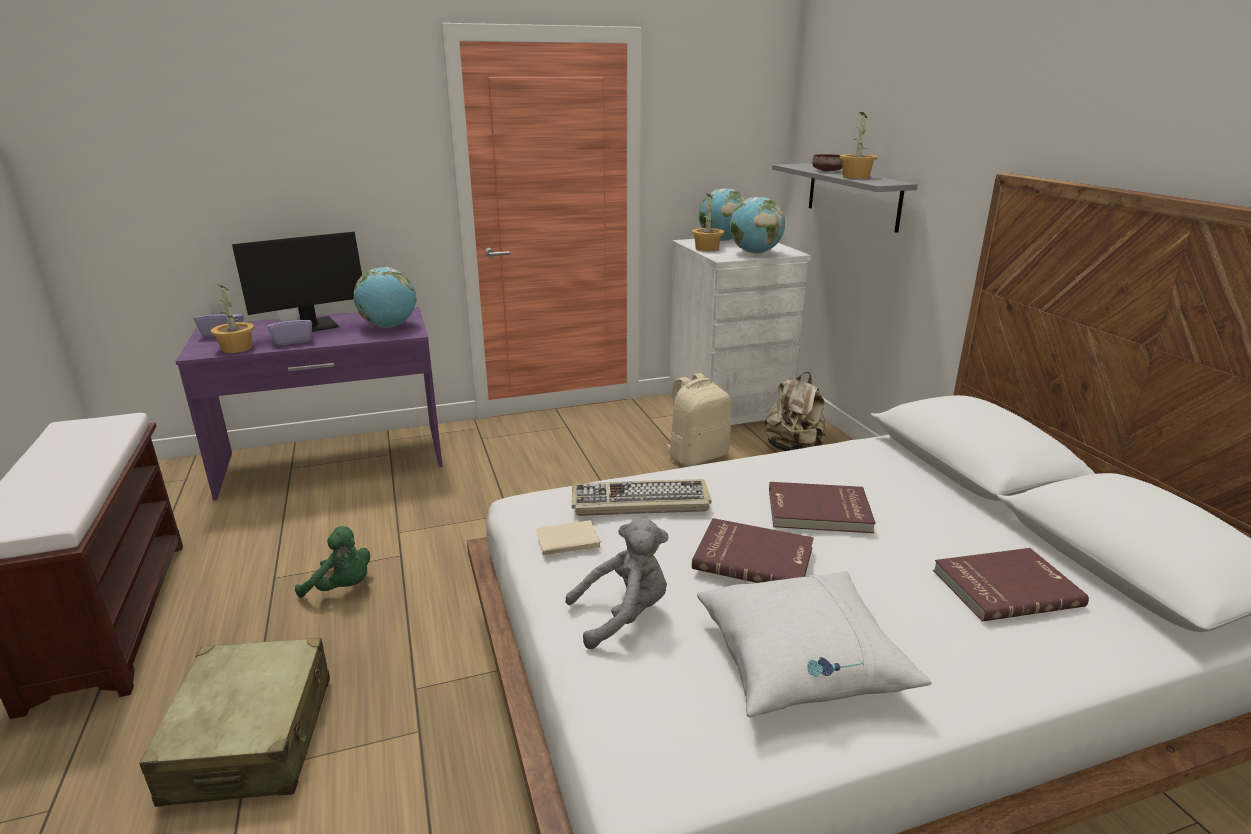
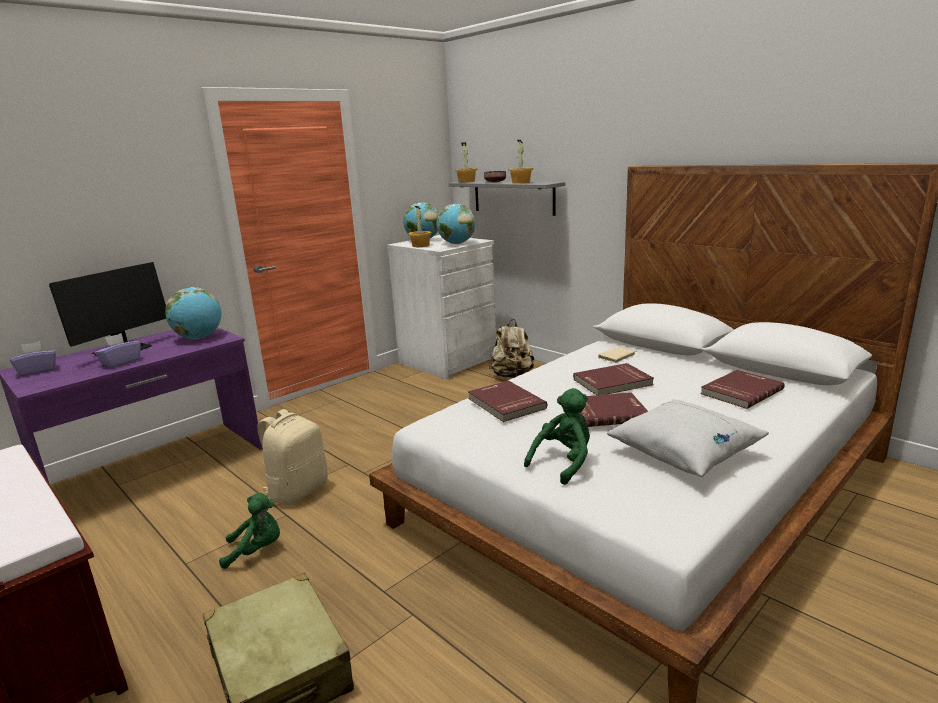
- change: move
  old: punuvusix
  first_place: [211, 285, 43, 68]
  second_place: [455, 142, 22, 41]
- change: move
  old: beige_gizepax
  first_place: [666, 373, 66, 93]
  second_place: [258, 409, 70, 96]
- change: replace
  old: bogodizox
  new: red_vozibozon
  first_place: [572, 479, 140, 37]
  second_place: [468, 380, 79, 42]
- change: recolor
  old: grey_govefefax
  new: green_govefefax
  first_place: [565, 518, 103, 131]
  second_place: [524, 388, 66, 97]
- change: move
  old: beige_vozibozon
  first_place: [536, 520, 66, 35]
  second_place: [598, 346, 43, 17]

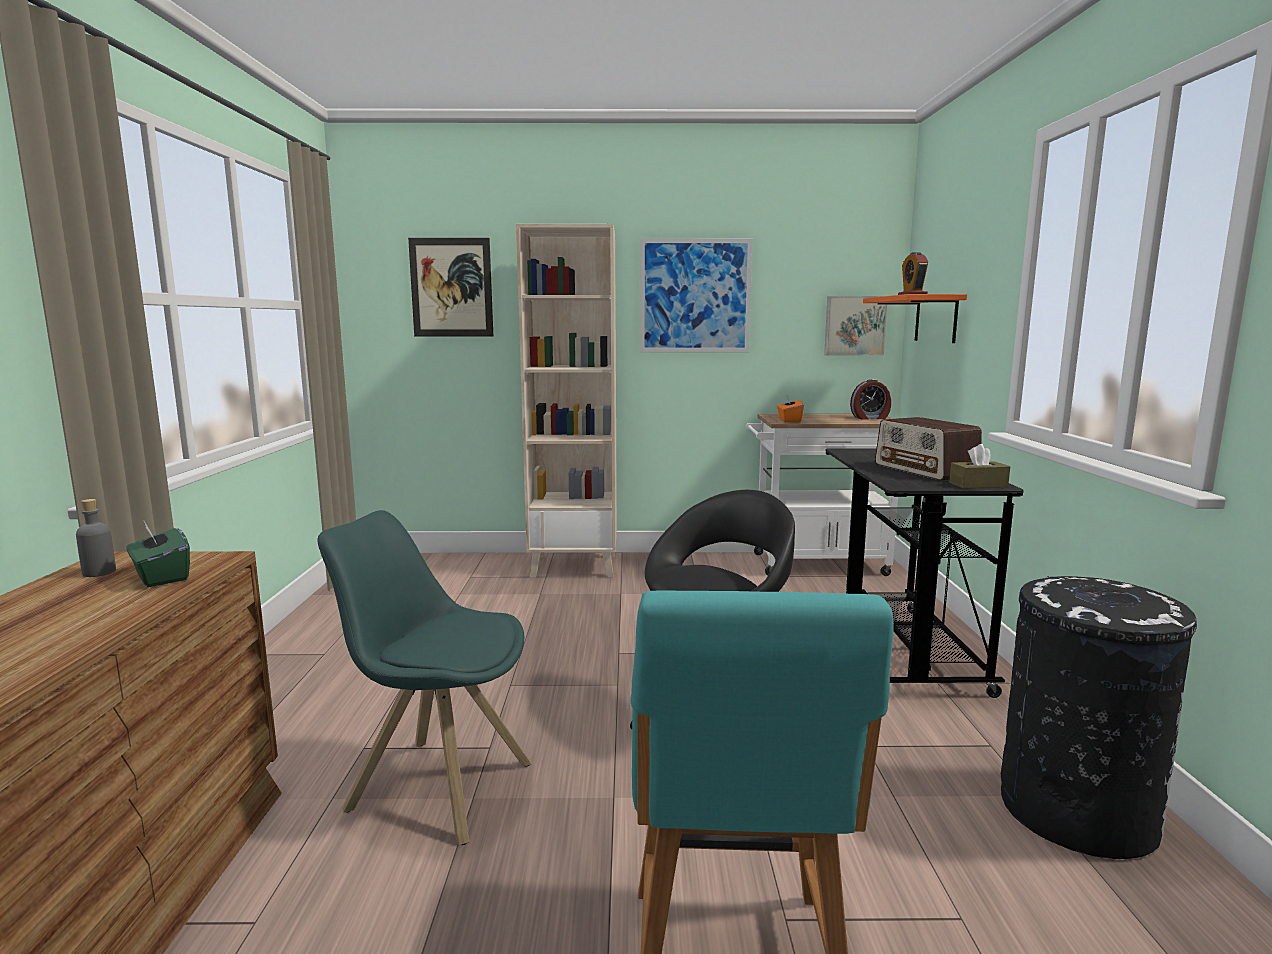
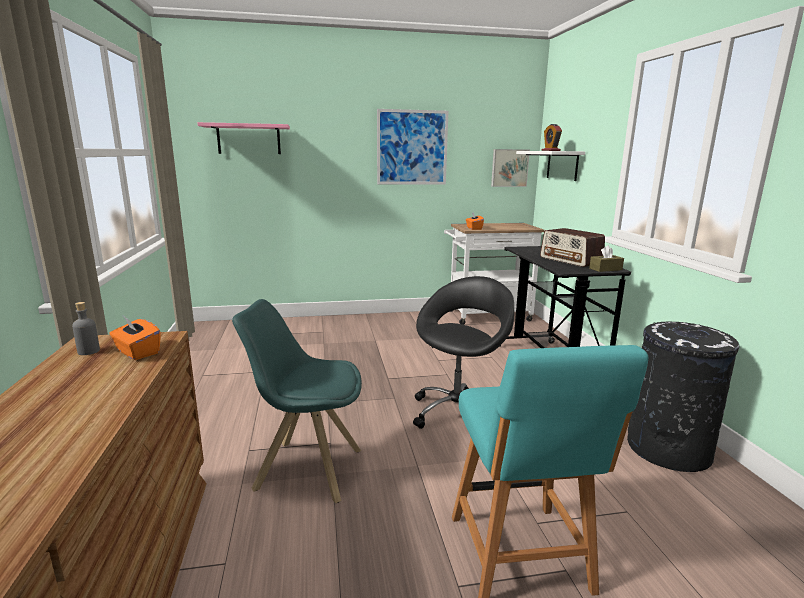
- change: delete
  old: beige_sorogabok
  first_place: [516, 224, 101, 354]
- change: replace
  old: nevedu
  new: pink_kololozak
  first_place: [408, 238, 85, 98]
  second_place: [197, 122, 93, 32]
- change: recolor
  old: orange_kololozak
  new: white_kololozak
  first_place: [863, 294, 104, 49]
  second_place: [516, 151, 69, 30]
- change: delete
  old: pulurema
  first_place: [850, 379, 41, 41]
- change: recolor
  old: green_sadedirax
  new: orange_sadedirax
  first_place: [126, 521, 64, 66]
  second_place: [110, 317, 51, 43]

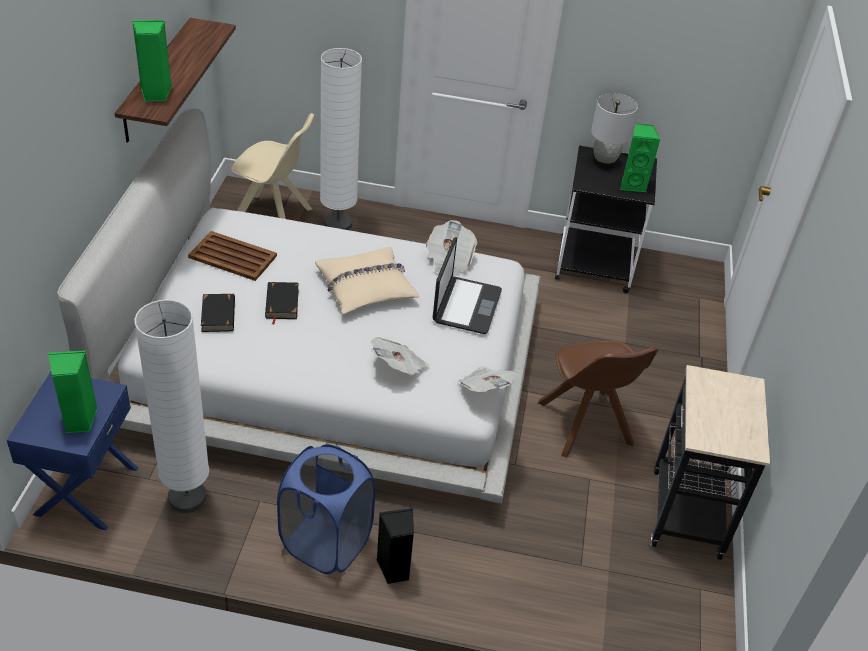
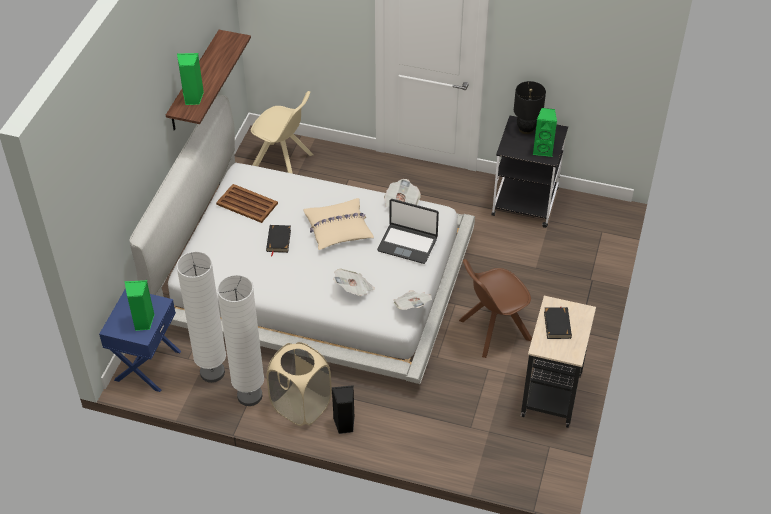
- change: move
  old: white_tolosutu
  first_place: [320, 48, 42, 182]
  second_place: [217, 275, 47, 131]
- change: recolor
  old: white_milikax
  new: black_milikax
  first_place: [591, 93, 47, 74]
  second_place: [514, 81, 32, 53]
- change: rotate
  old: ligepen
  first_place: [433, 237, 69, 97]
  second_place: [377, 199, 62, 65]
  degrees: 90
- change: move
  old: black_vozibozon
  first_place: [201, 294, 34, 38]
  second_place: [544, 307, 28, 32]
- change: rotate
  old: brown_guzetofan
  first_place: [538, 340, 120, 118]
  second_place: [459, 259, 73, 99]
  degrees: 75
- change: recolor
  old: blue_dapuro
  new: beige_dapuro
  first_place: [277, 444, 98, 130]
  second_place: [267, 342, 65, 84]

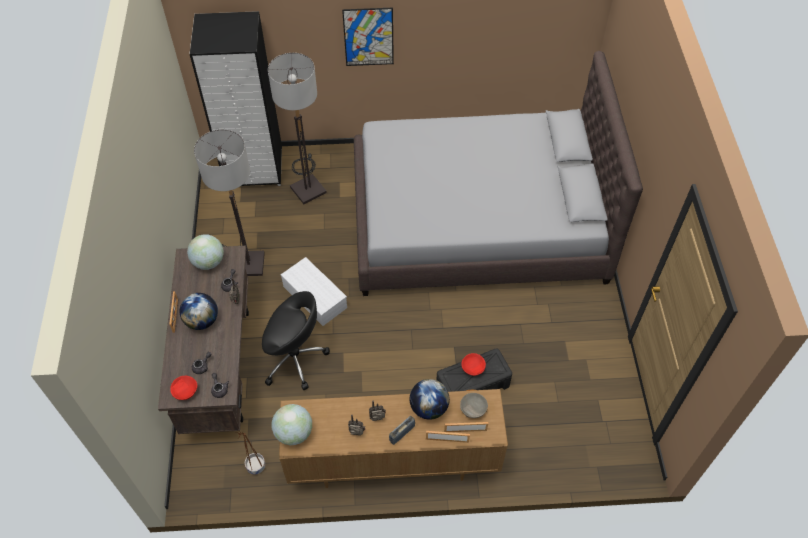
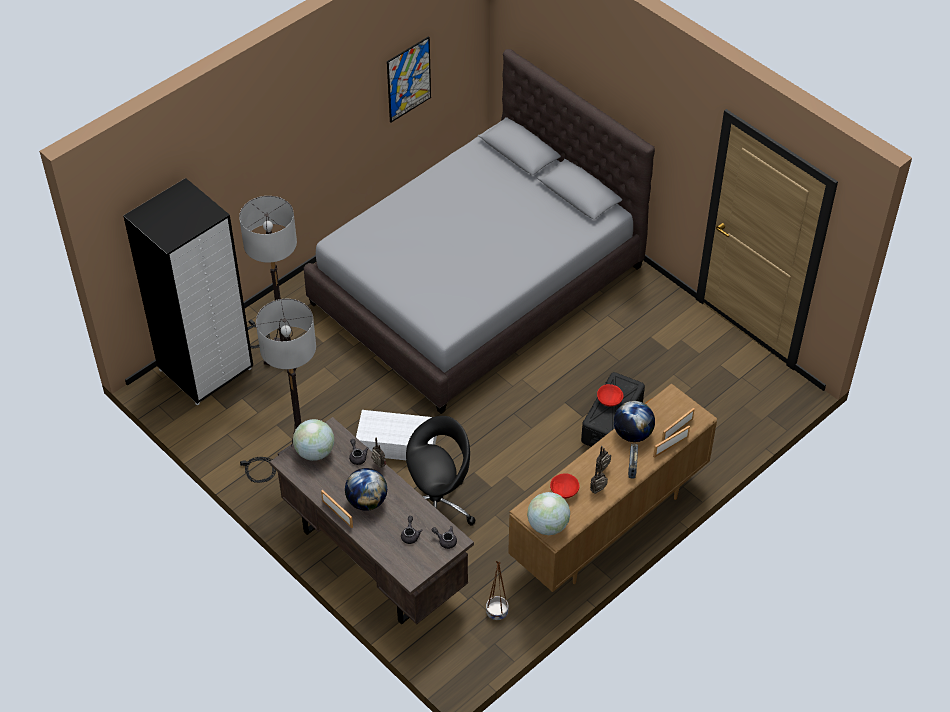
- change: move
  old: nevedu
  first_place: [342, 8, 52, 58]
  second_place: [387, 36, 44, 87]
- change: move
  old: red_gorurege
  first_place: [170, 376, 27, 24]
  second_place: [550, 474, 30, 25]
- change: delete
  old: grey_gorurege
  first_place: [460, 393, 28, 25]

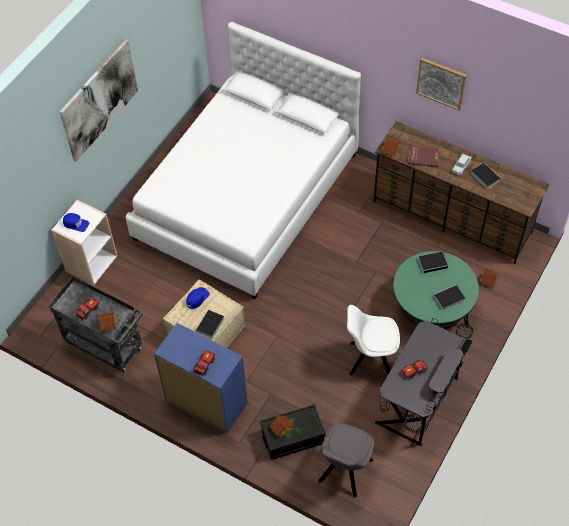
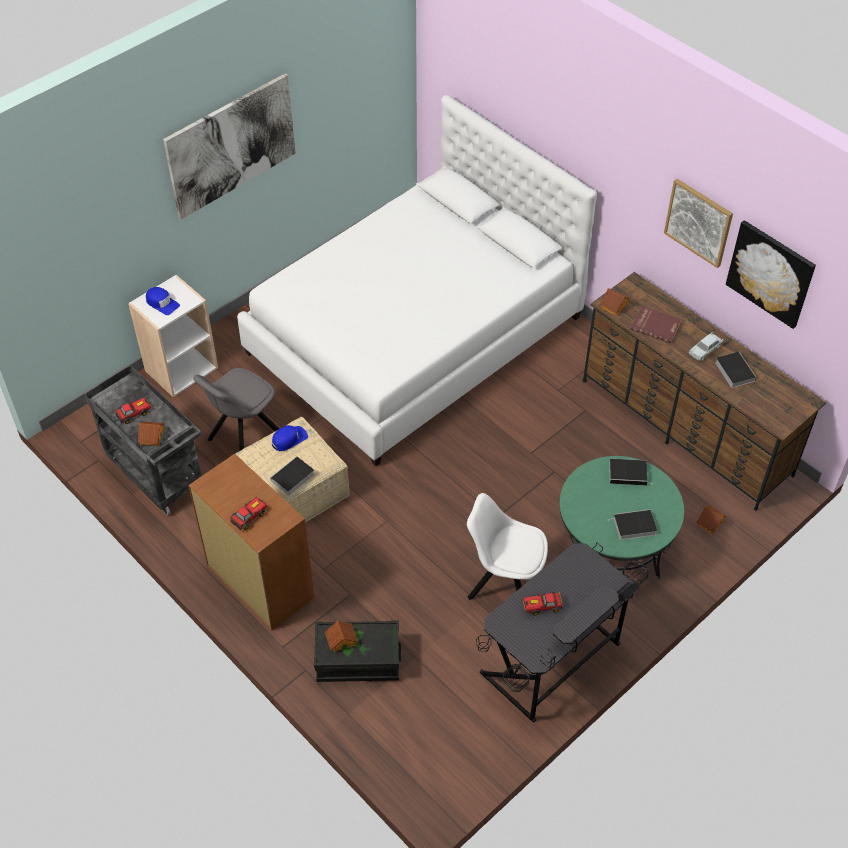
- change: recolor
  old: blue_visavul
  new: brown_visavul
  first_place: [154, 323, 94, 111]
  second_place: [188, 454, 126, 177]
- change: move
  old: grey_guzetofan
  first_place: [318, 424, 56, 73]
  second_place: [193, 368, 86, 83]
- change: insert
  new: nevedu
  second_place: [726, 220, 90, 109]

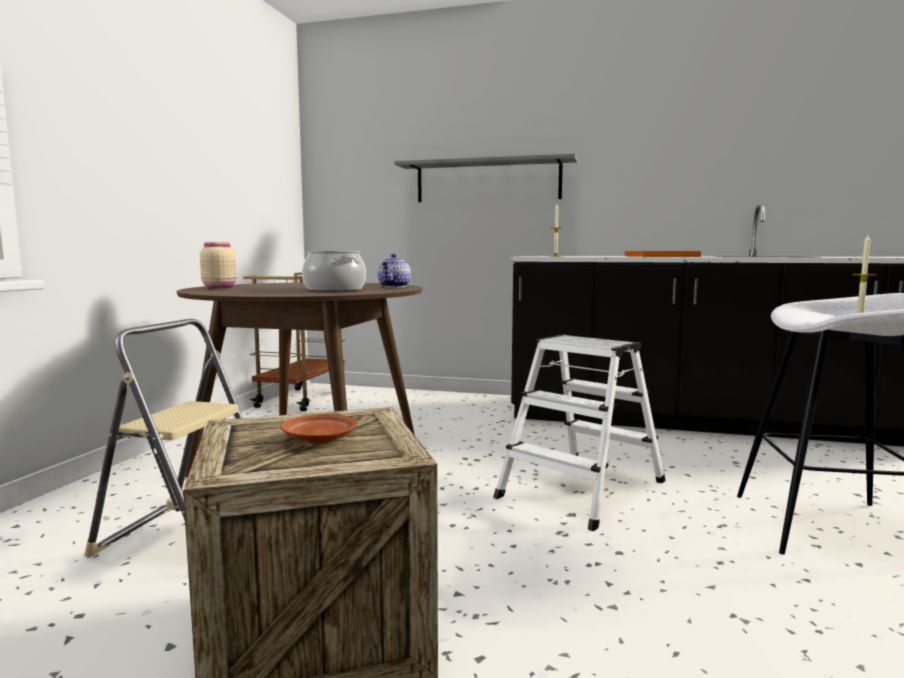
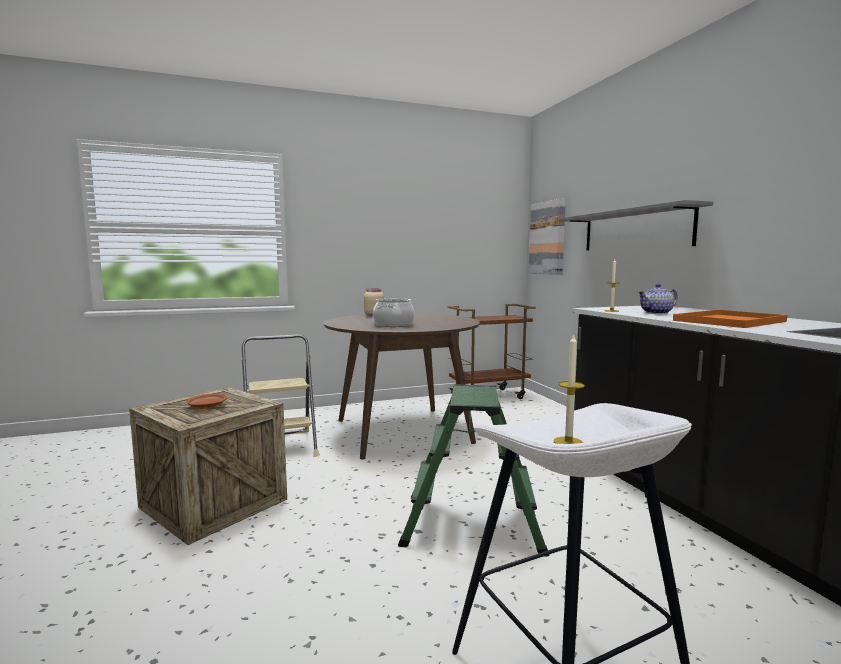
- change: move
  old: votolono
  first_place: [378, 254, 33, 34]
  second_place: [638, 284, 40, 30]
- change: recolor
  old: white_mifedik
  new: green_mifedik
  first_place: [493, 334, 173, 197]
  second_place: [398, 384, 151, 173]
- change: insert
  new: nevedu
  second_place: [529, 198, 37, 77]

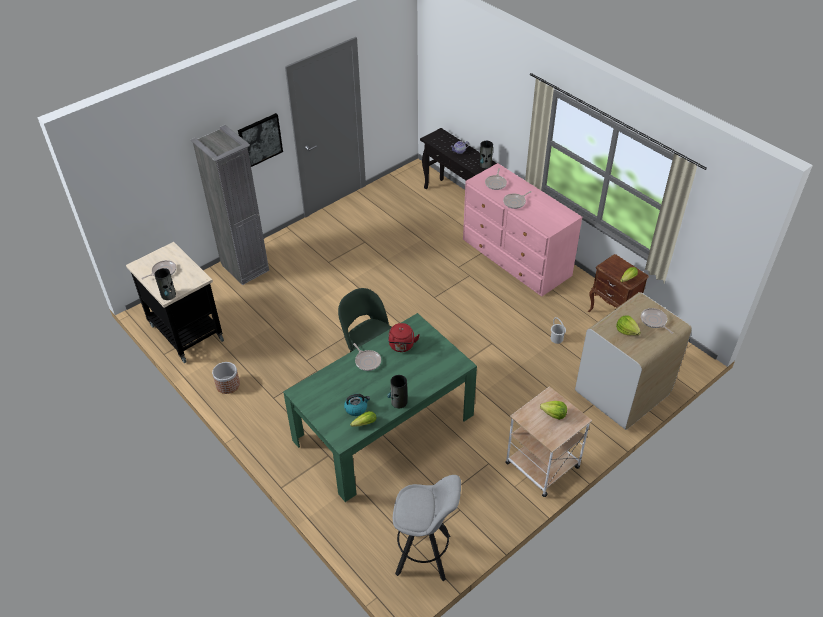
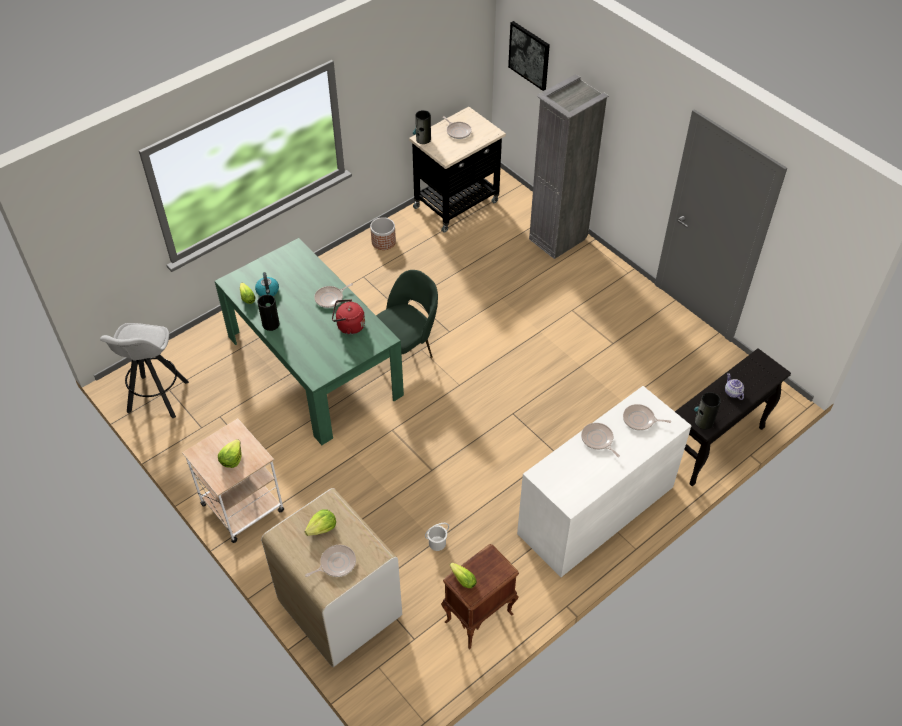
- change: move
  old: nevedu
  first_place: [238, 113, 45, 54]
  second_place: [508, 21, 42, 70]
- change: recolor
  old: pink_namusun
  new: white_namusun
  first_place: [463, 163, 119, 134]
  second_place: [517, 386, 175, 191]

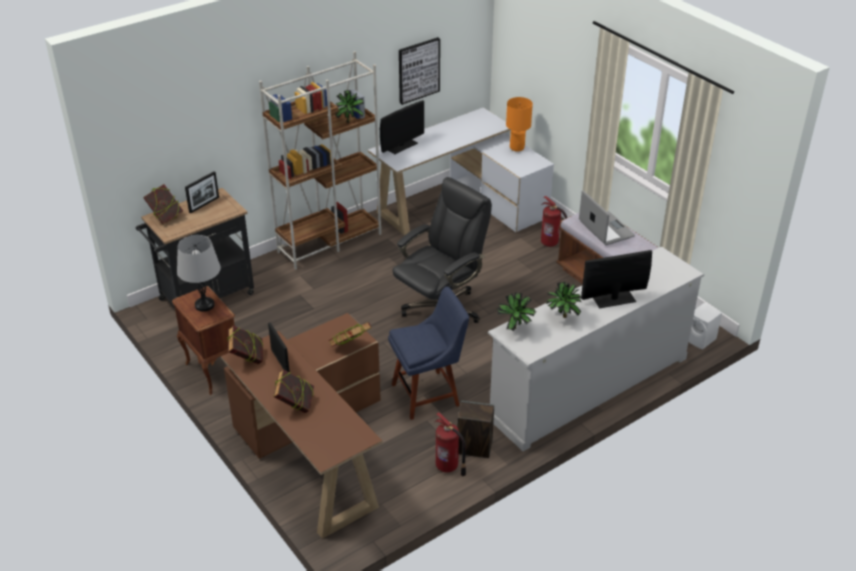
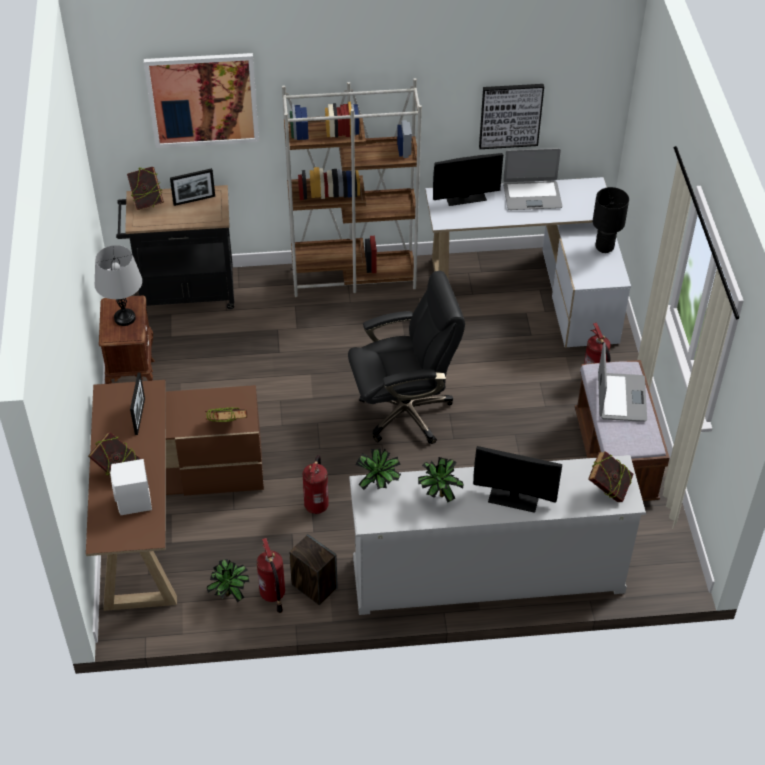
- change: move
  old: punuvusix
  first_place: [335, 90, 29, 33]
  second_place: [207, 559, 42, 44]
- change: recolor
  old: orange_milikax
  new: black_milikax
  first_place: [506, 97, 27, 55]
  second_place: [593, 187, 36, 66]
- change: replace
  old: blue_guzetofan
  new: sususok
  first_place: [388, 287, 81, 133]
  second_place: [303, 455, 26, 59]
- change: move
  old: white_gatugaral
  first_place: [689, 303, 33, 46]
  second_place: [110, 459, 42, 56]
- change: move
  old: vozibozon
  first_place: [227, 326, 36, 38]
  second_place: [588, 451, 46, 51]
- change: insert
  new: nevedu
  second_place: [144, 53, 115, 95]
- change: insert
  new: ligepen
  second_place: [503, 148, 59, 62]

